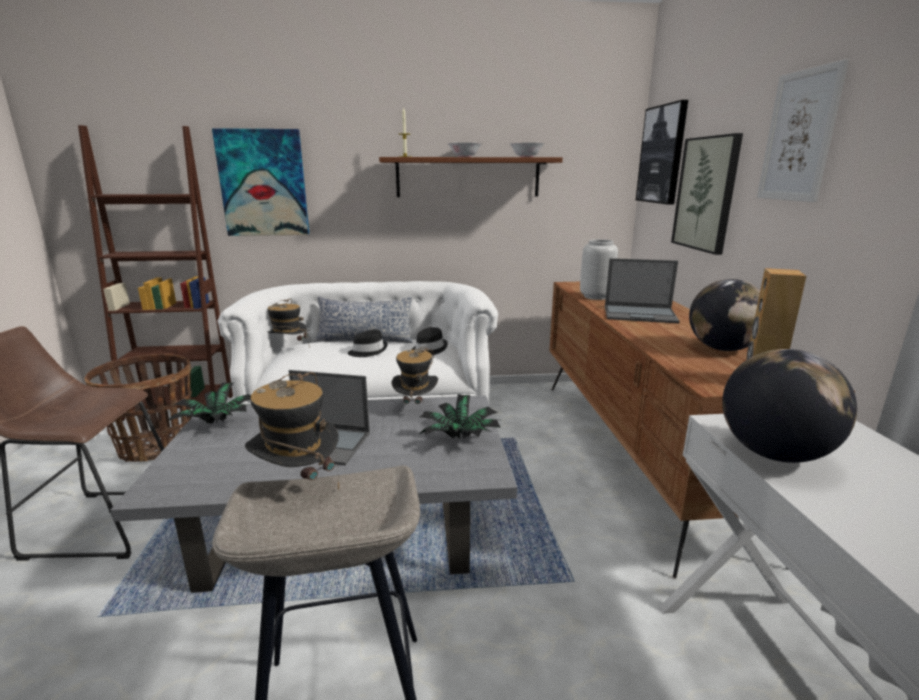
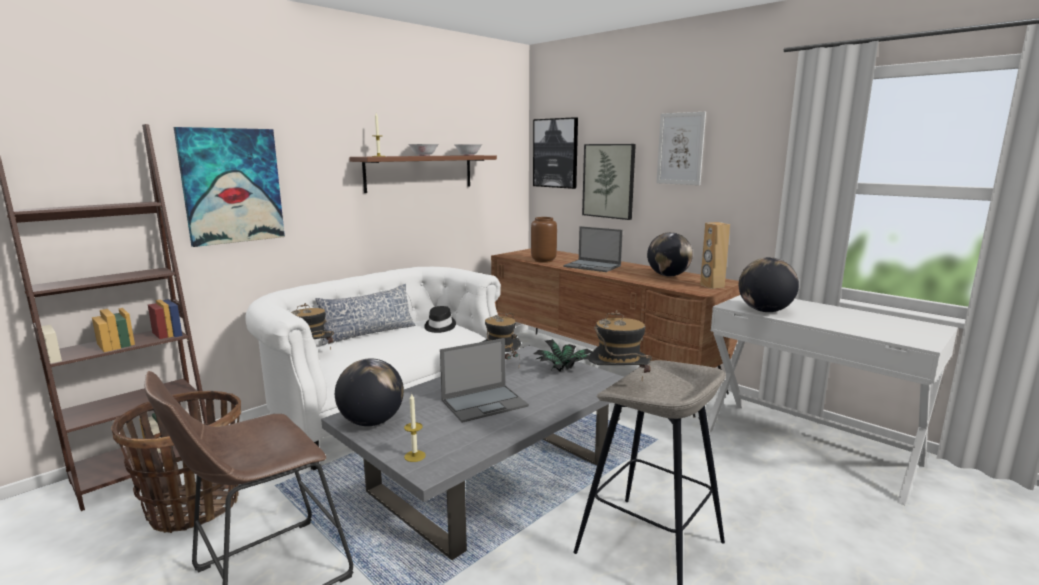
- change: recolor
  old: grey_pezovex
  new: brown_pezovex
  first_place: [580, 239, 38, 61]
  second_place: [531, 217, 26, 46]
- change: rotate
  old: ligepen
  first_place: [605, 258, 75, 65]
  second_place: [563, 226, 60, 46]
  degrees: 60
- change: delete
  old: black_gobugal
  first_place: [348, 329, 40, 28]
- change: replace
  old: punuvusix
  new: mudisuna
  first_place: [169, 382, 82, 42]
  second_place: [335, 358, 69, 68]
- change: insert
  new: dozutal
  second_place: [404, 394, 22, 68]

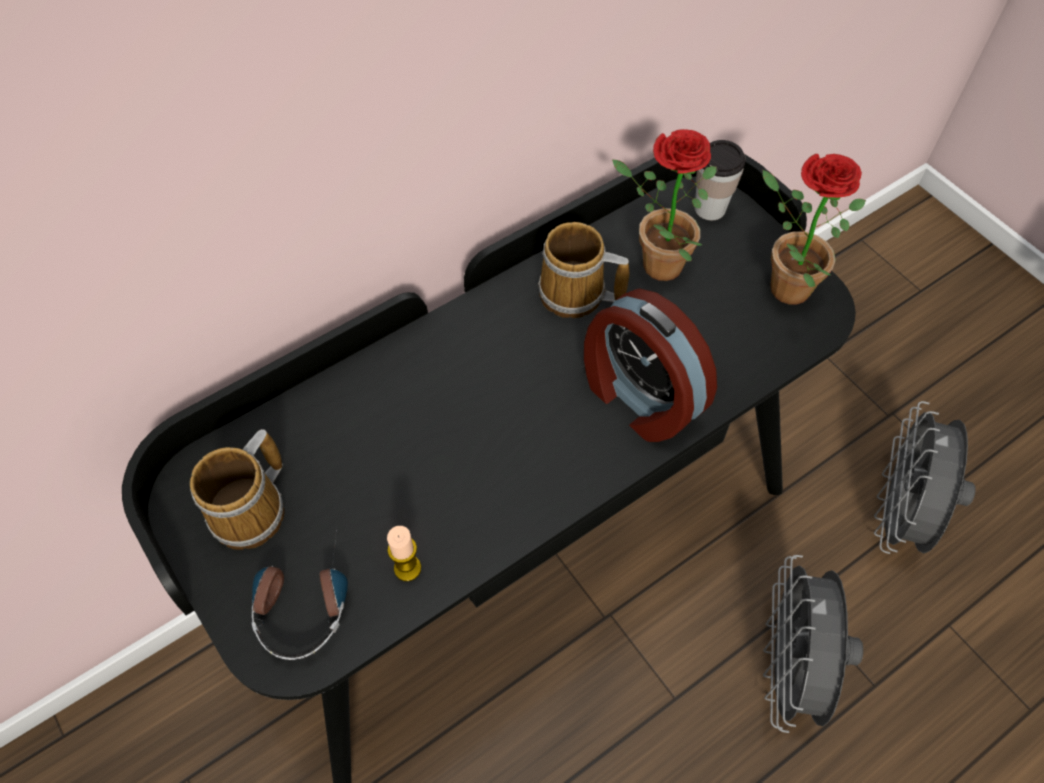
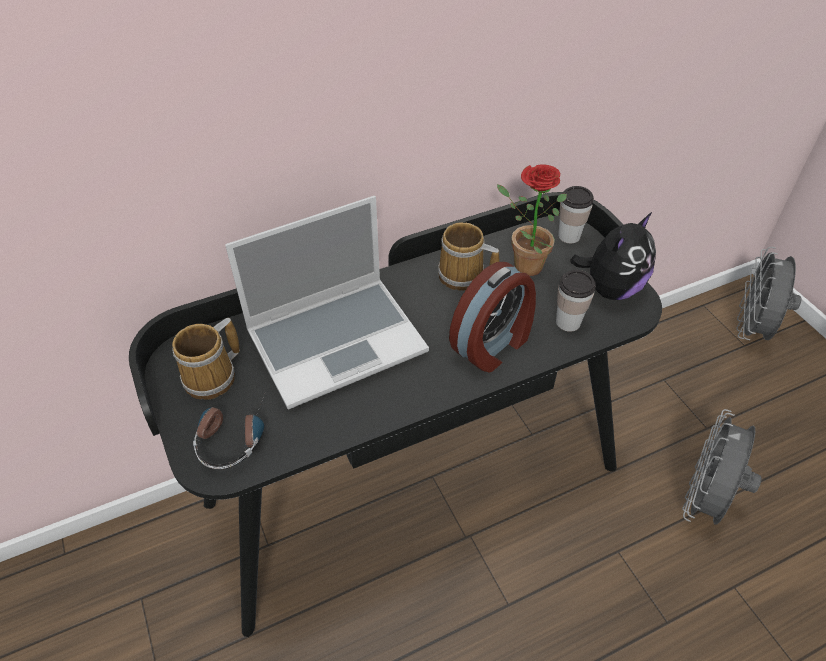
- change: replace
  old: punuvusix
  new: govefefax
  first_place: [763, 154, 103, 151]
  second_place: [570, 212, 86, 88]
- change: rotate
  old: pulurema
  first_place: [584, 288, 133, 154]
  second_place: [449, 262, 87, 111]
  degrees: -105
- change: delete
  old: dozutal
  first_place: [387, 526, 34, 55]
- change: move
  old: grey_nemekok
  first_place: [763, 555, 100, 178]
  second_place: [736, 247, 66, 93]
- change: insert
  new: ligepen
  second_place: [225, 196, 204, 214]
- change: insert
  new: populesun
  second_place: [556, 270, 40, 62]

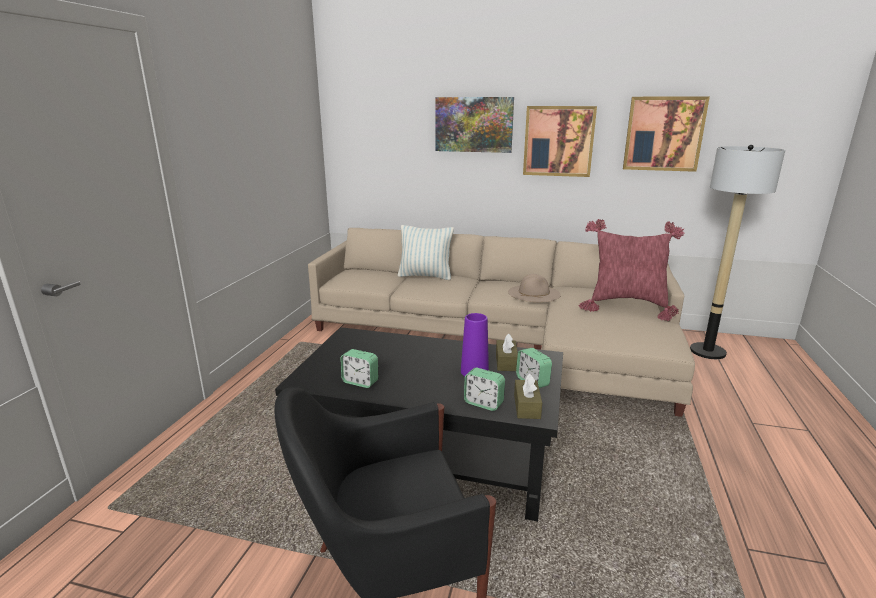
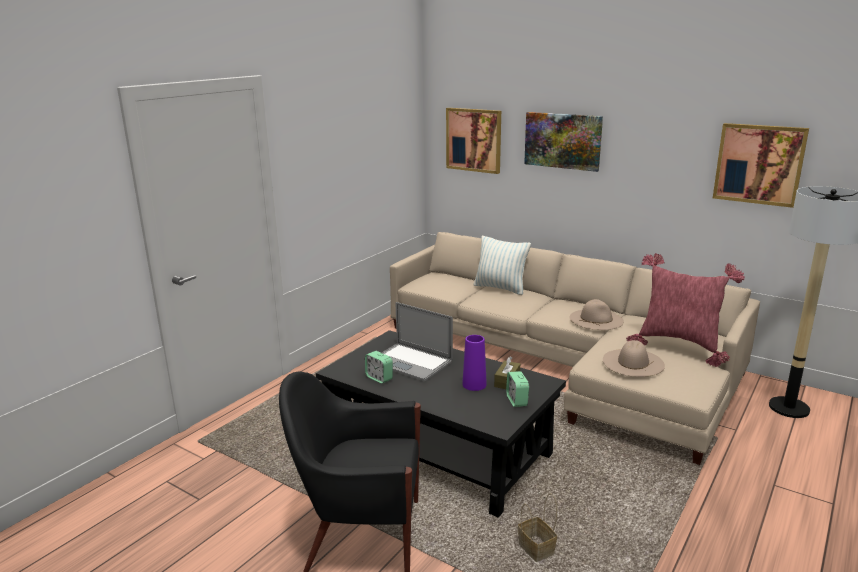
- change: move
  old: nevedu
  first_place: [523, 106, 74, 71]
  second_place: [446, 108, 55, 66]
- change: delete
  old: pulurema
  first_place: [464, 368, 41, 43]
- change: delete
  old: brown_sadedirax
  first_place: [514, 374, 28, 45]
- change: insert
  new: ligepen
  second_place: [382, 302, 71, 80]
- change: insert
  new: beige_gobugal
  second_place: [603, 340, 62, 37]
- change: insert
  new: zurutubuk
  second_place: [518, 493, 39, 69]

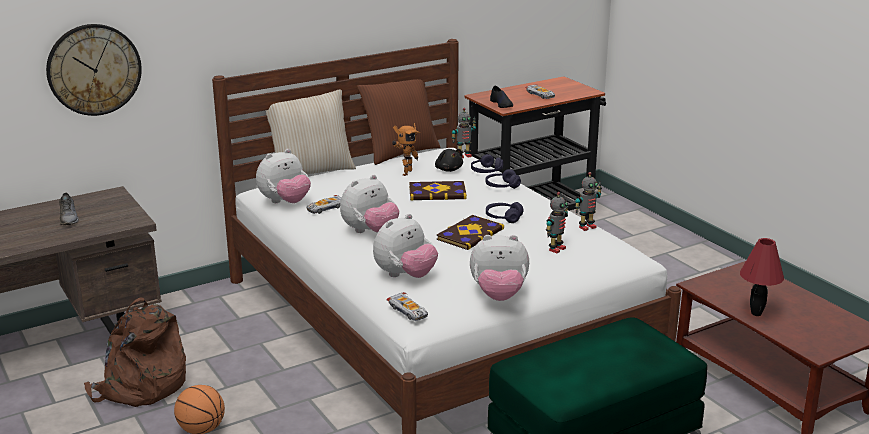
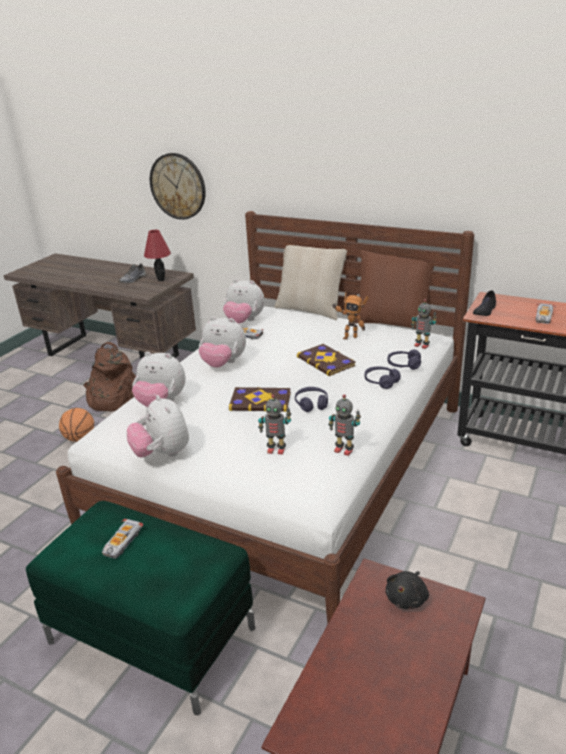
- change: move
  old: black_govefefax
  first_place: [435, 149, 28, 23]
  second_place: [386, 571, 43, 38]
- change: move
  old: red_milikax
  first_place: [740, 238, 44, 78]
  second_place: [144, 230, 27, 51]
- change: move
  old: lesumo
  first_place: [387, 292, 41, 29]
  second_place: [102, 519, 42, 39]

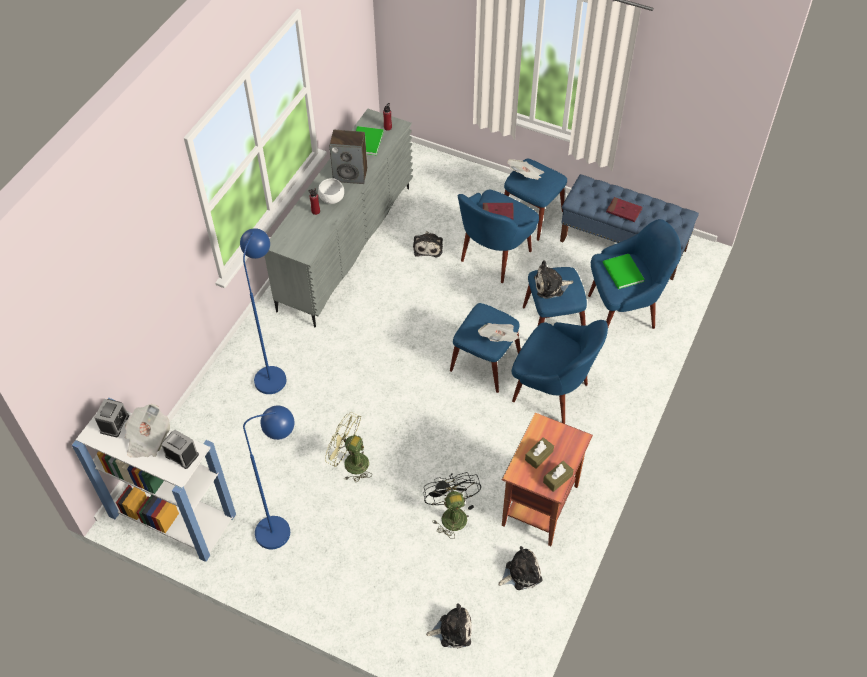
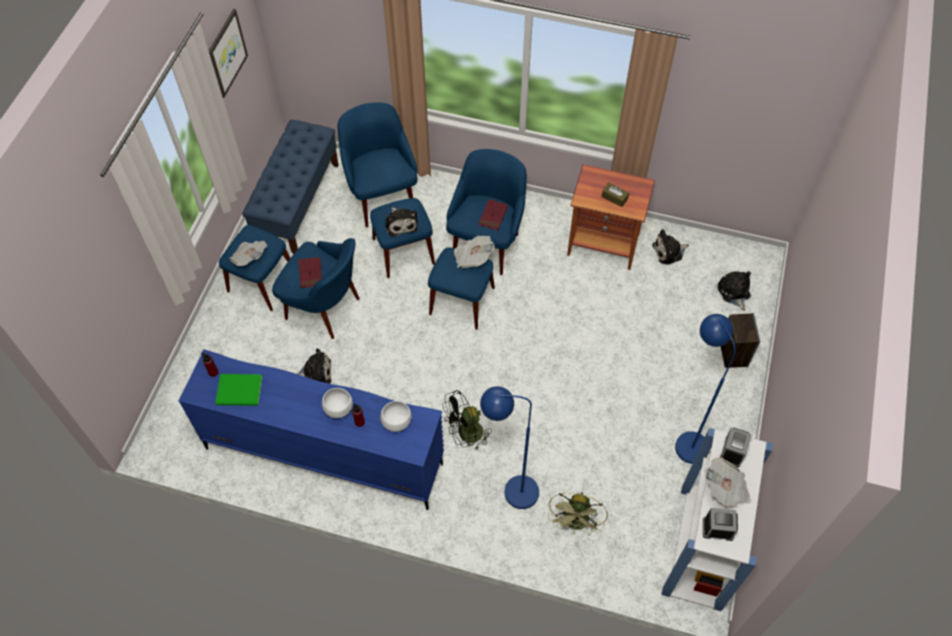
- change: recolor
  old: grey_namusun
  new: blue_namusun
  first_place: [265, 109, 148, 218]
  second_place: [179, 350, 265, 160]
- change: move
  old: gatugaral
  first_place: [329, 130, 38, 54]
  second_place: [720, 313, 40, 55]
- change: move
  old: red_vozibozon
  first_place: [606, 197, 36, 25]
  second_place: [479, 199, 29, 32]
- change: delete
  old: green_vozibozon
  first_place: [603, 254, 42, 35]
- change: move
  old: green_nemekok
  first_place: [325, 412, 47, 70]
  second_place: [548, 492, 60, 44]
- change: delete
  old: brown_sadedirax
  first_place: [543, 461, 31, 31]
- change: move
  old: black_nemekok
  first_place: [424, 472, 57, 67]
  second_place: [443, 390, 49, 61]
- change: rotate
  old: govefefax
  first_place: [498, 546, 44, 44]
  second_place: [652, 229, 37, 36]
  degrees: -75
- change: insert
  new: nevedu
  second_place: [209, 9, 39, 89]
- change: insert
  new: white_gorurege
  second_place: [380, 401, 31, 31]

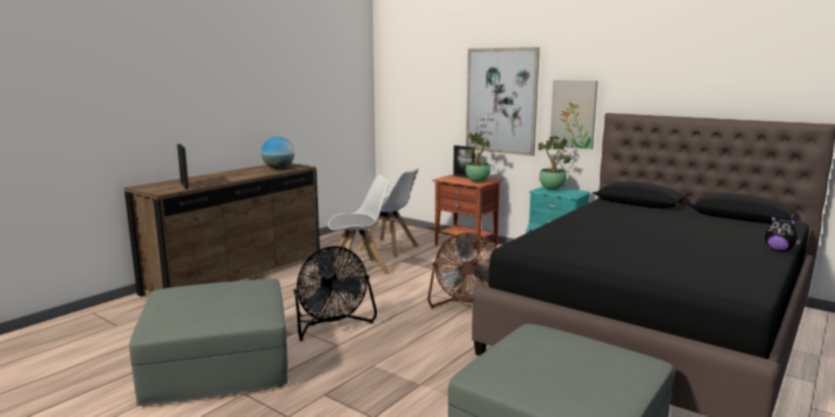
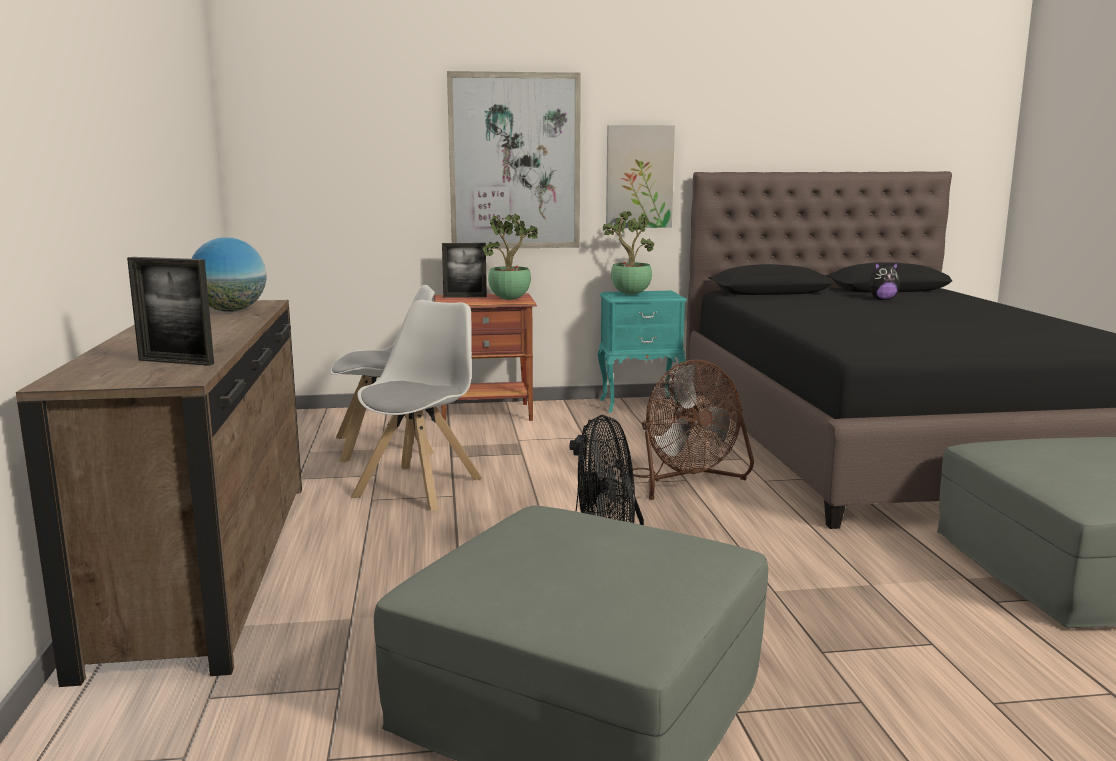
- change: move
  old: govefefax
  first_place: [765, 215, 36, 36]
  second_place: [869, 262, 31, 38]

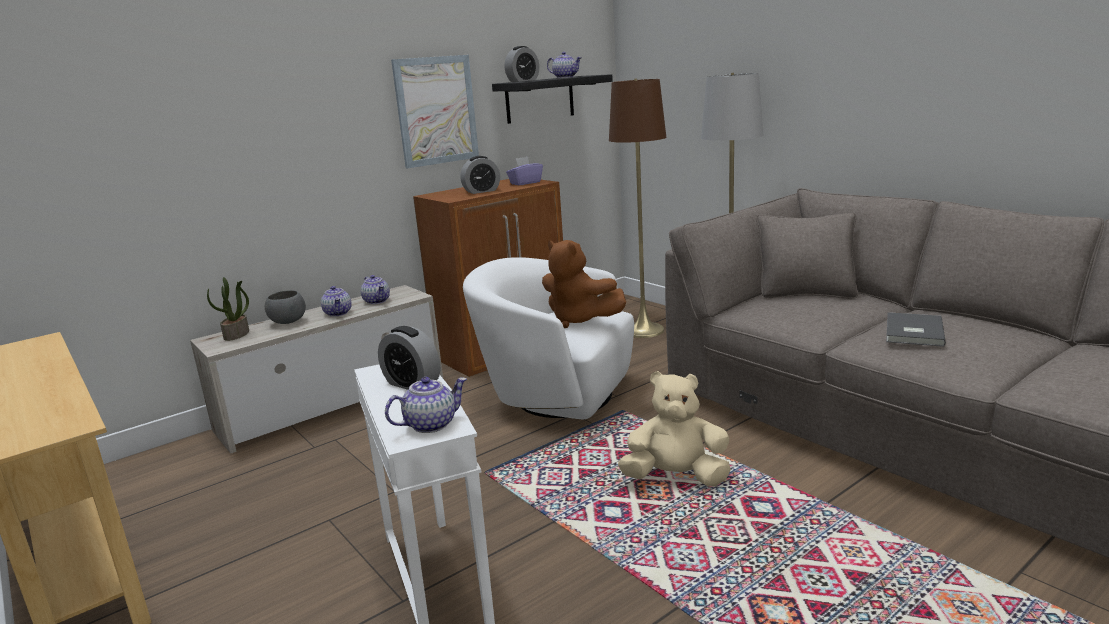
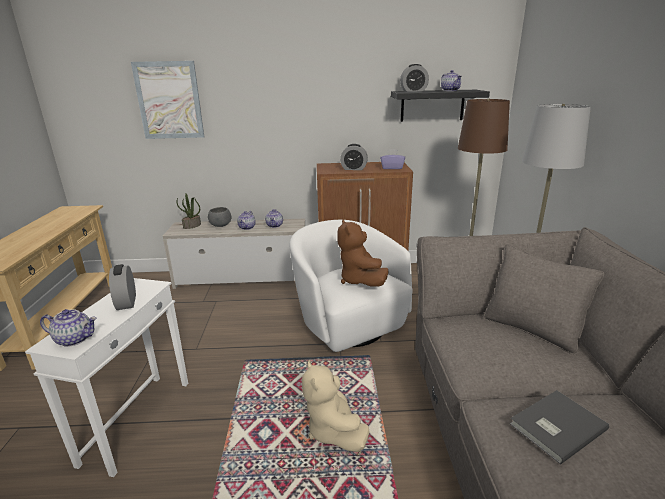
- change: move
  old: nevedu
  first_place: [391, 55, 88, 114]
  second_place: [131, 61, 73, 78]
- change: rotate
  old: beige_govefefax
  first_place: [618, 371, 113, 115]
  second_place: [302, 360, 68, 92]
  degrees: -150

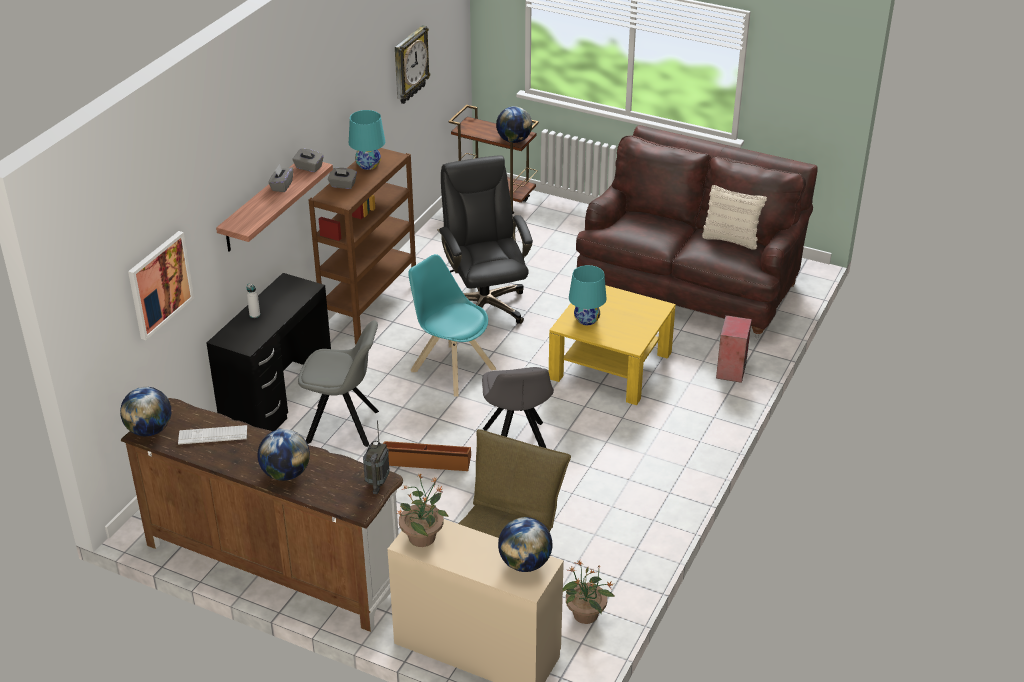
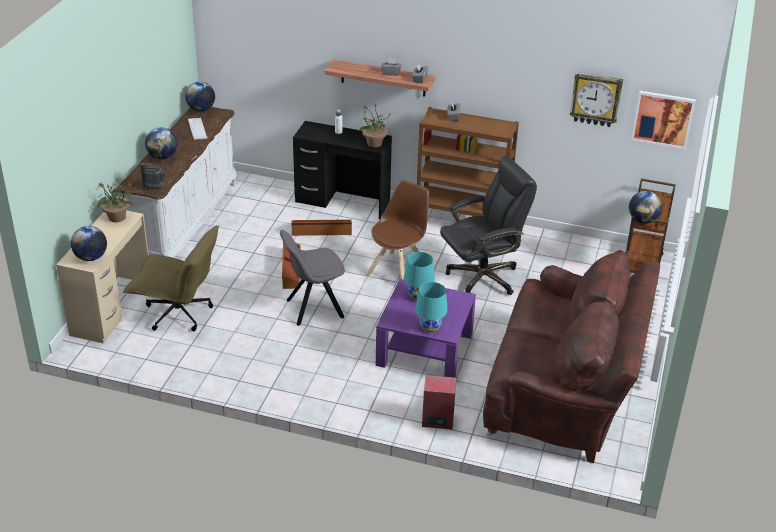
- change: move
  old: turquoise_milikax
  first_place: [349, 110, 36, 60]
  second_place: [415, 282, 33, 51]
- change: delete
  old: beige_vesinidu
  first_place: [702, 185, 65, 65]
- change: move
  old: nevedu
  first_place: [128, 231, 66, 109]
  second_place: [631, 91, 65, 59]
- change: recolor
  old: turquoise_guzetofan
  new: brown_guzetofan
  first_place: [408, 254, 88, 142]
  second_place: [366, 180, 63, 100]
- change: recolor
  old: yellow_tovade
  new: purple_tovade
  first_place: [549, 285, 127, 120]
  second_place: [376, 279, 100, 98]
- change: replace
  old: grey_guzetofan
  new: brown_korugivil
  first_place: [298, 320, 81, 127]
  second_place: [291, 219, 61, 17]
- change: move
  old: punuvusix
  first_place: [563, 560, 52, 64]
  second_place: [359, 105, 31, 42]

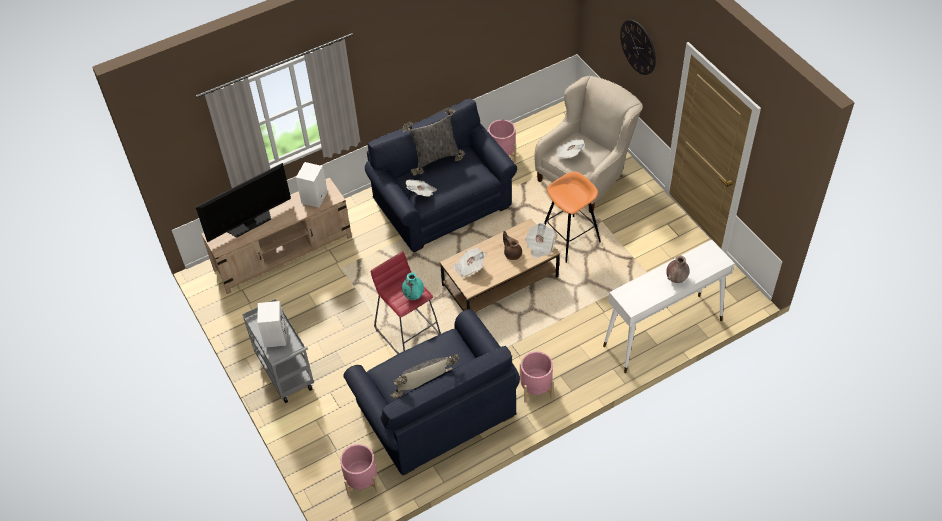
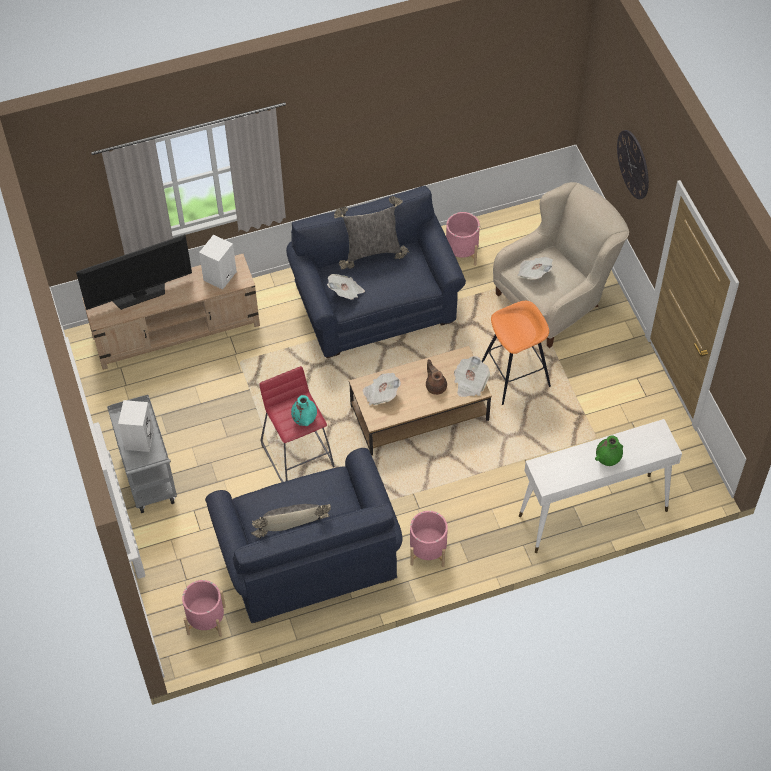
- change: recolor
  old: brown_pezovex
  new: green_pezovex
  first_place: [666, 256, 24, 27]
  second_place: [595, 435, 28, 31]

